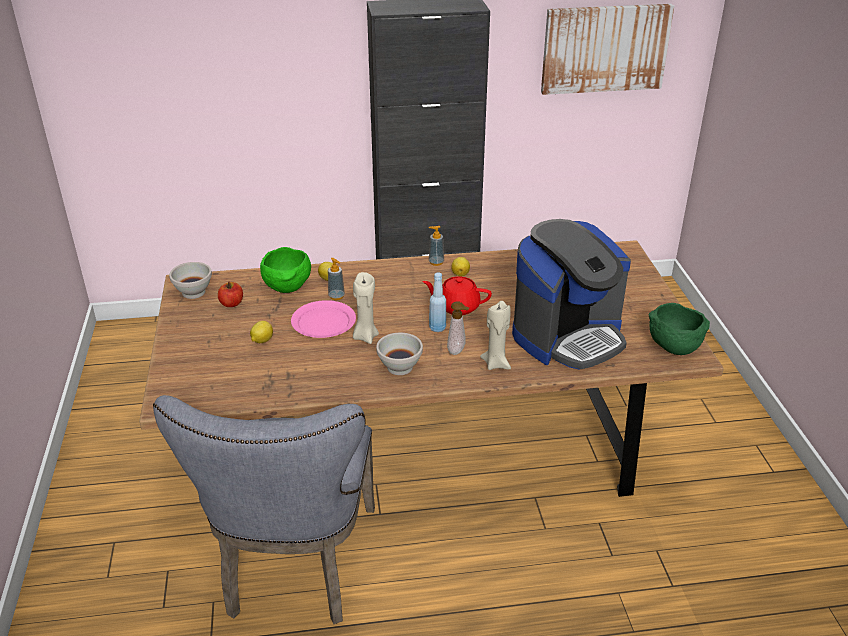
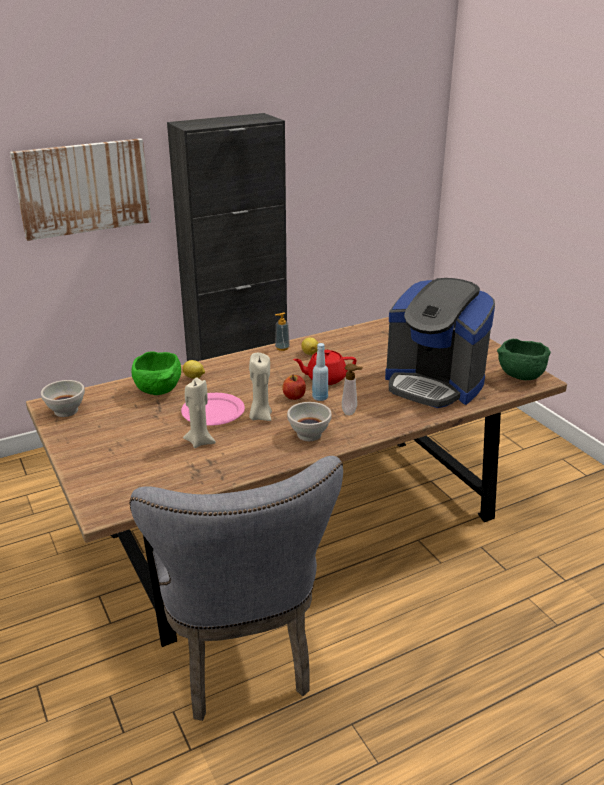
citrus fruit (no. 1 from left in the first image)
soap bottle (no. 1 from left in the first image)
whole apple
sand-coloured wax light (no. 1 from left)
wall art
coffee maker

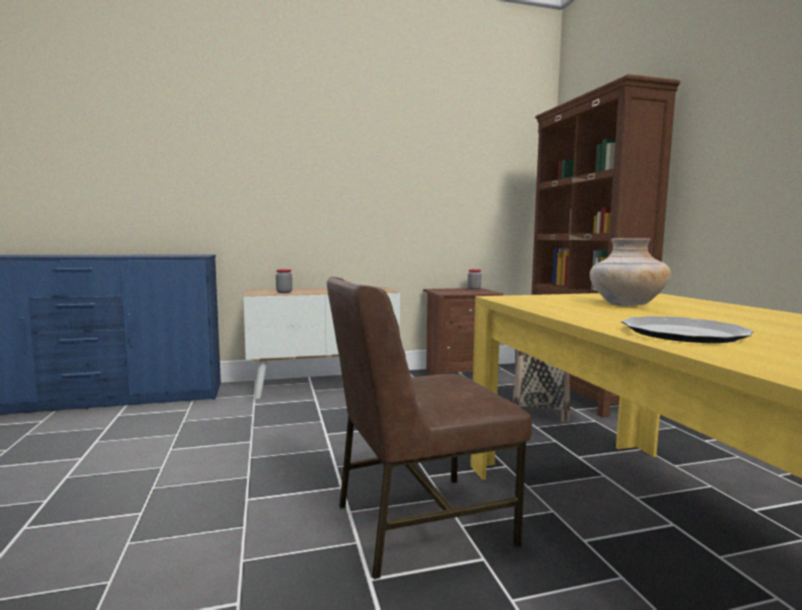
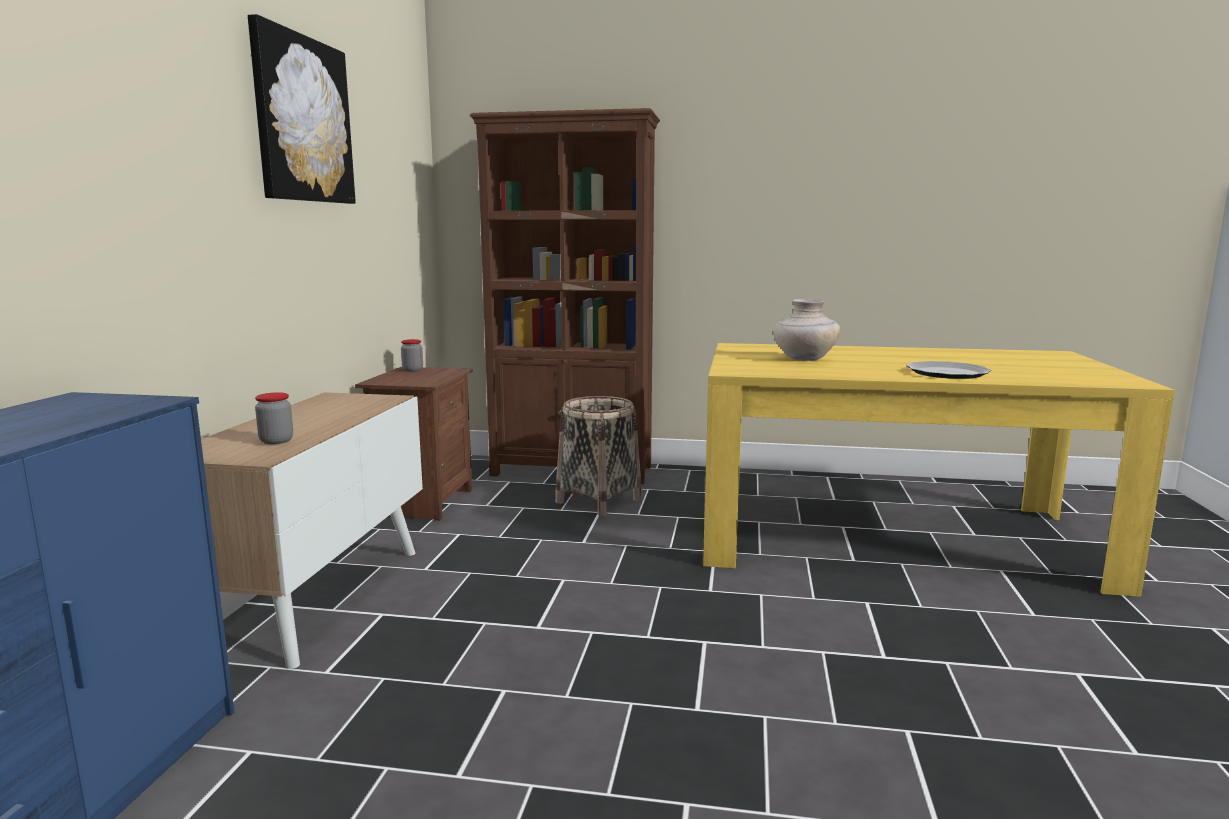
brownish plain chair
wall art

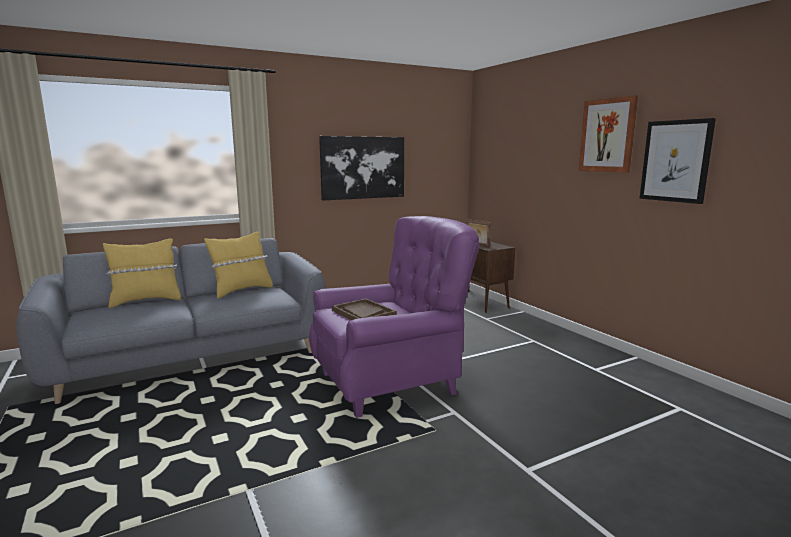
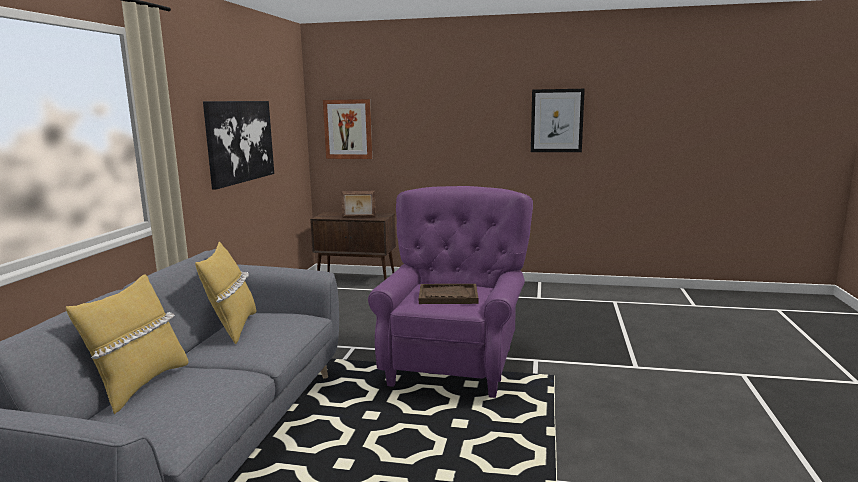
wall art (no. 2 from left)

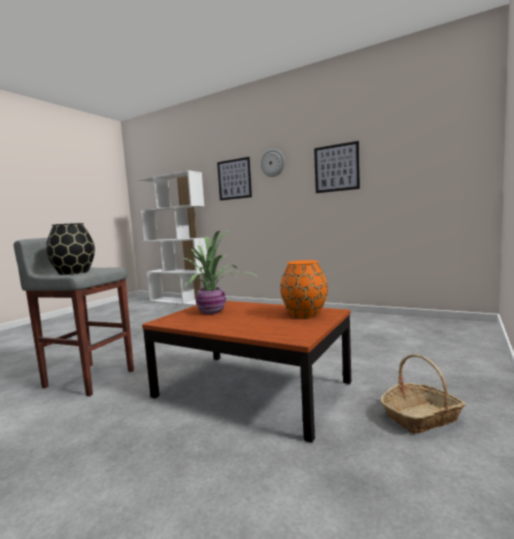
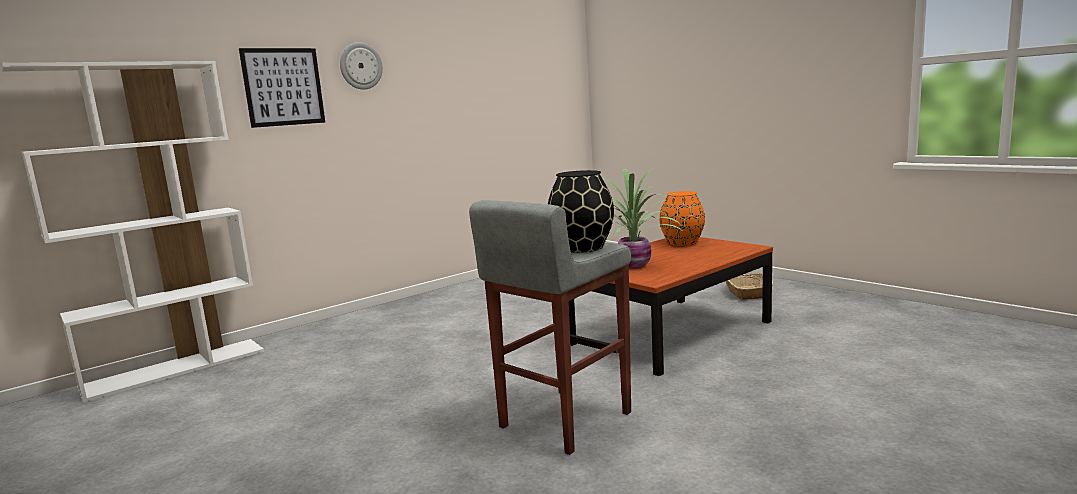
wall art (no. 2 from left in the first image)

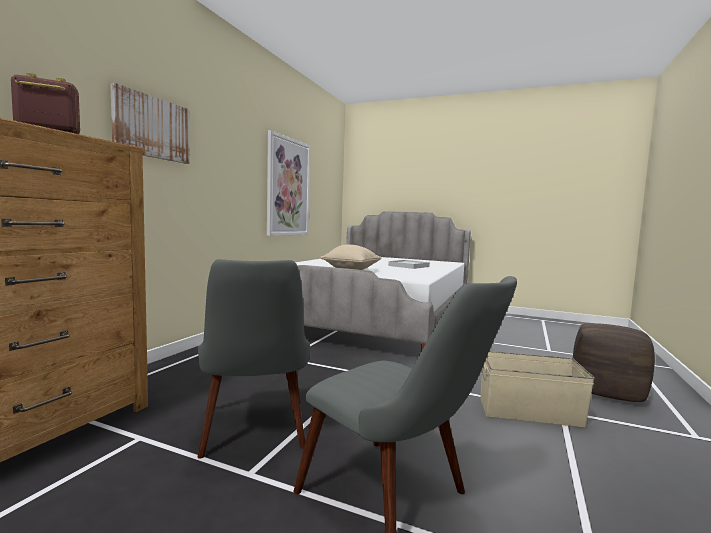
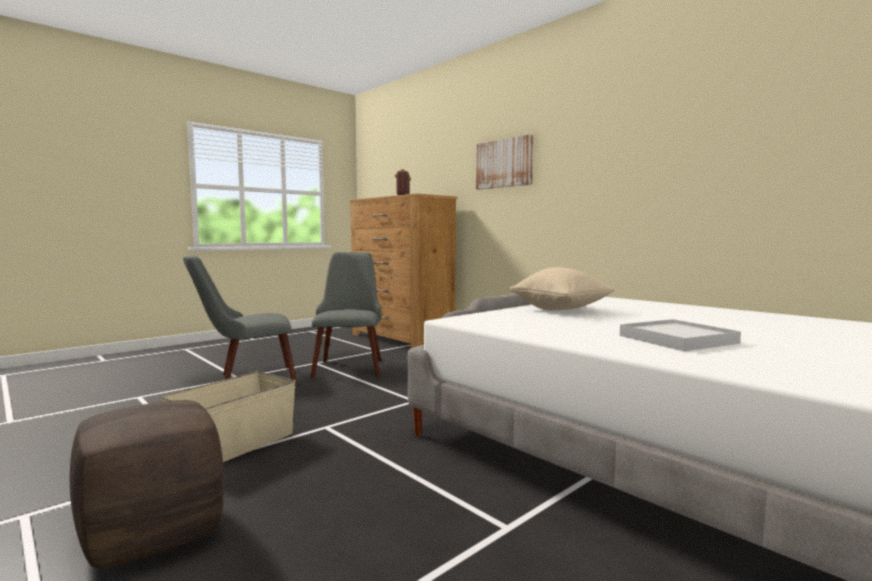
wall art (no. 2 from left in the first image)
gray plain chair (no. 2 from left)

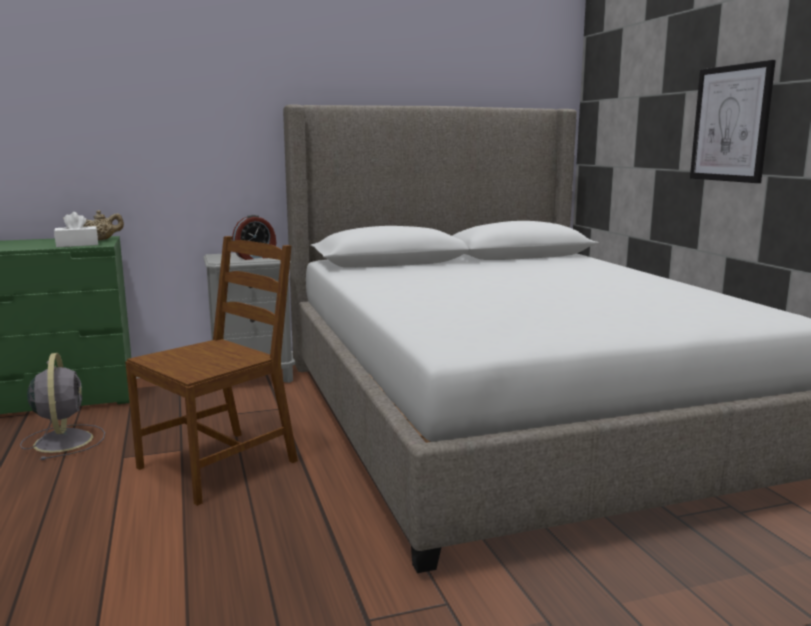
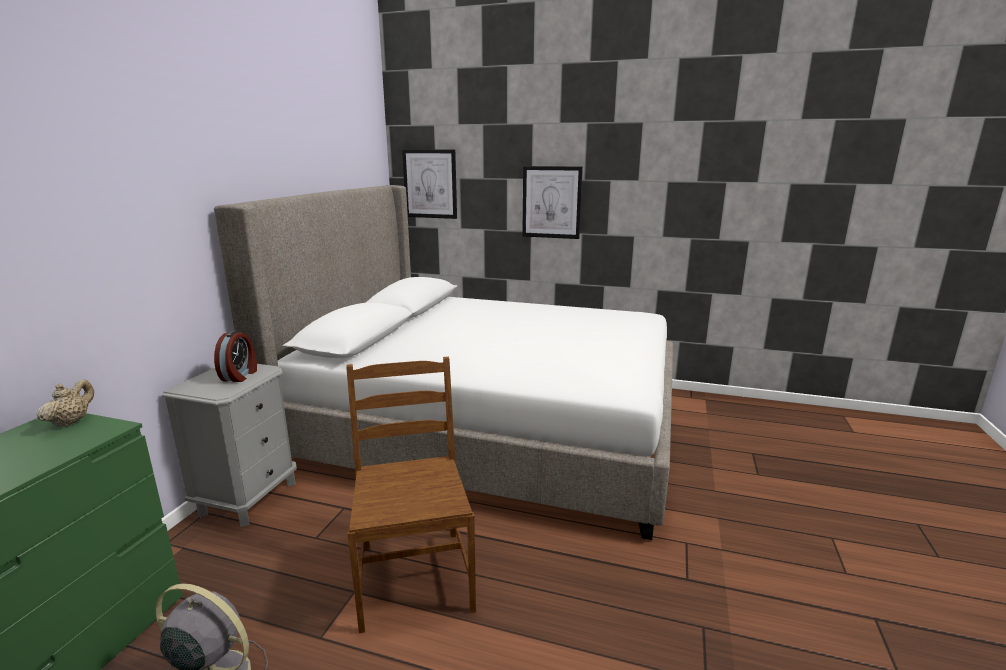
white tissue holder
wall art (no. 1 from left)

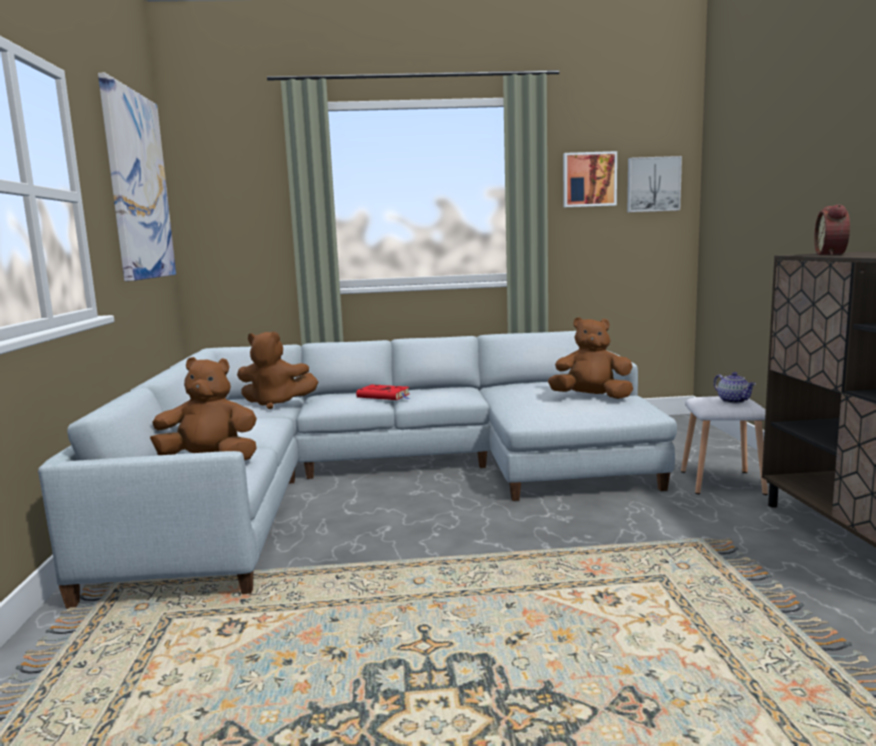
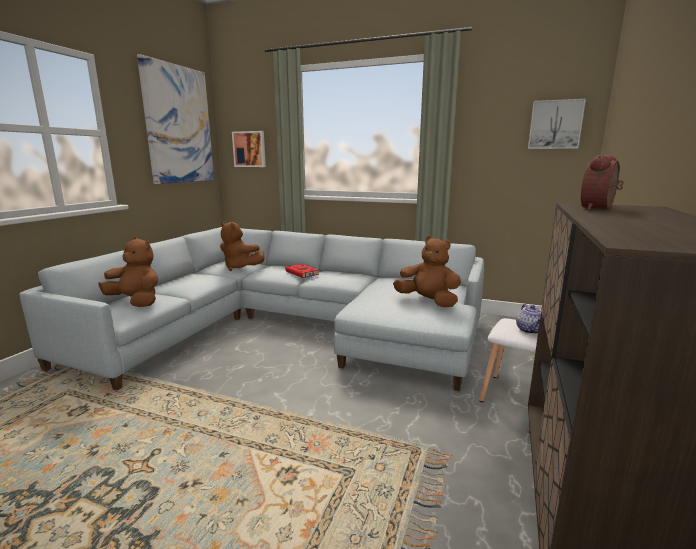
wall art (no. 2 from left)

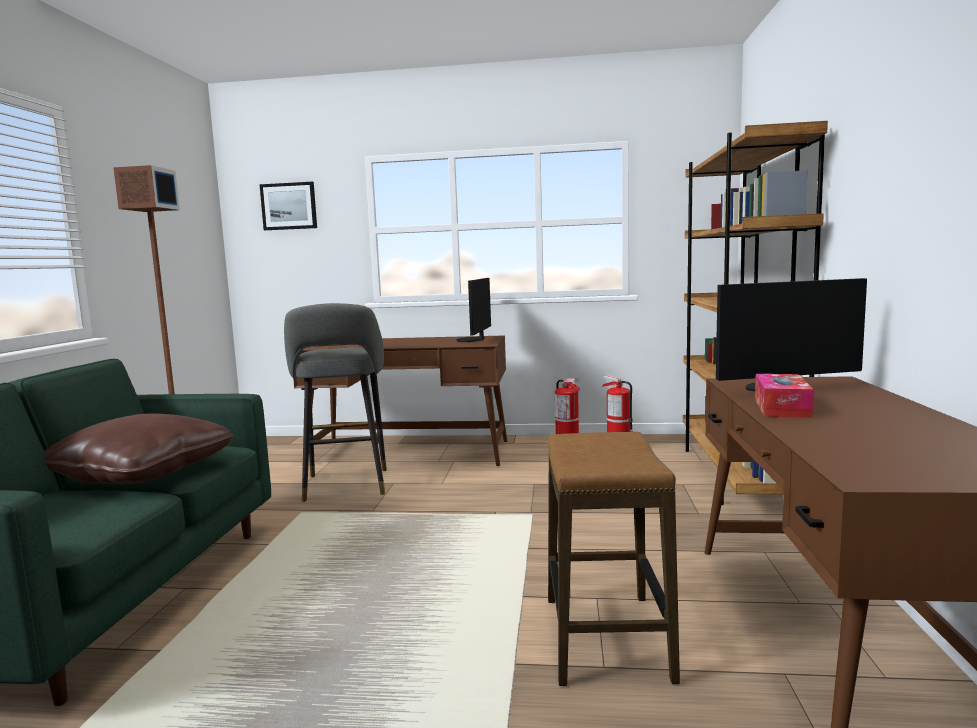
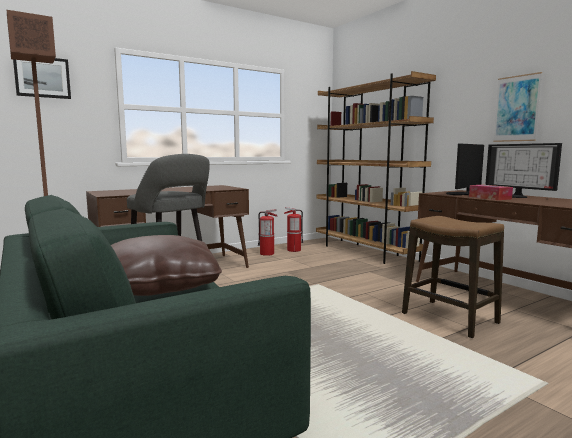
wall art (no. 2 from left)
computer display (no. 2 from left)

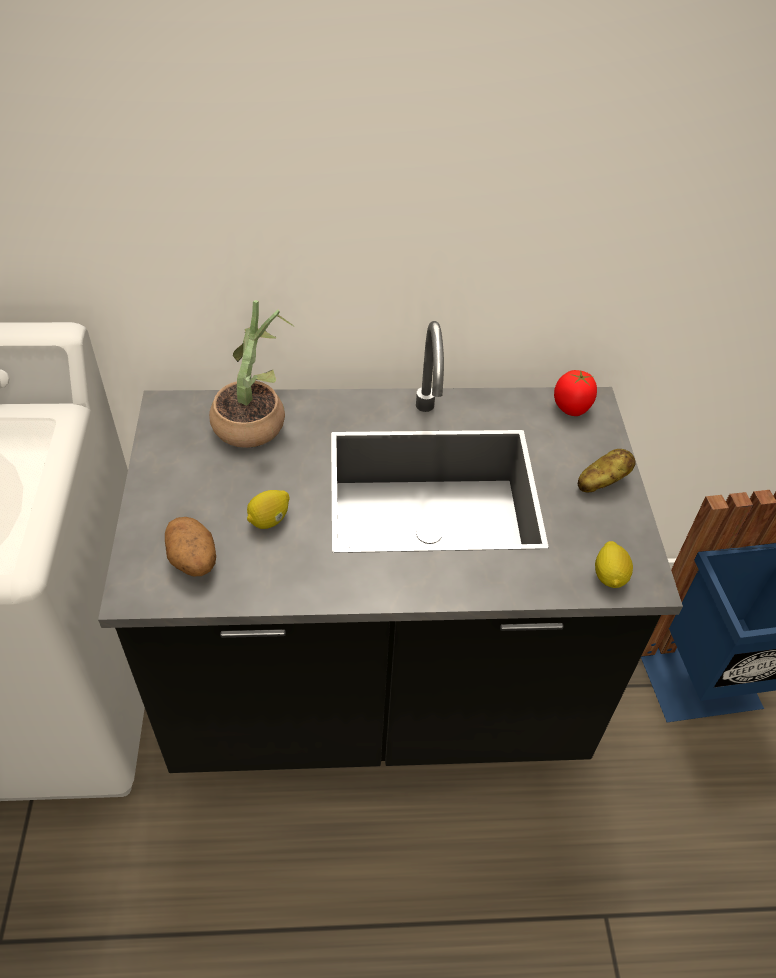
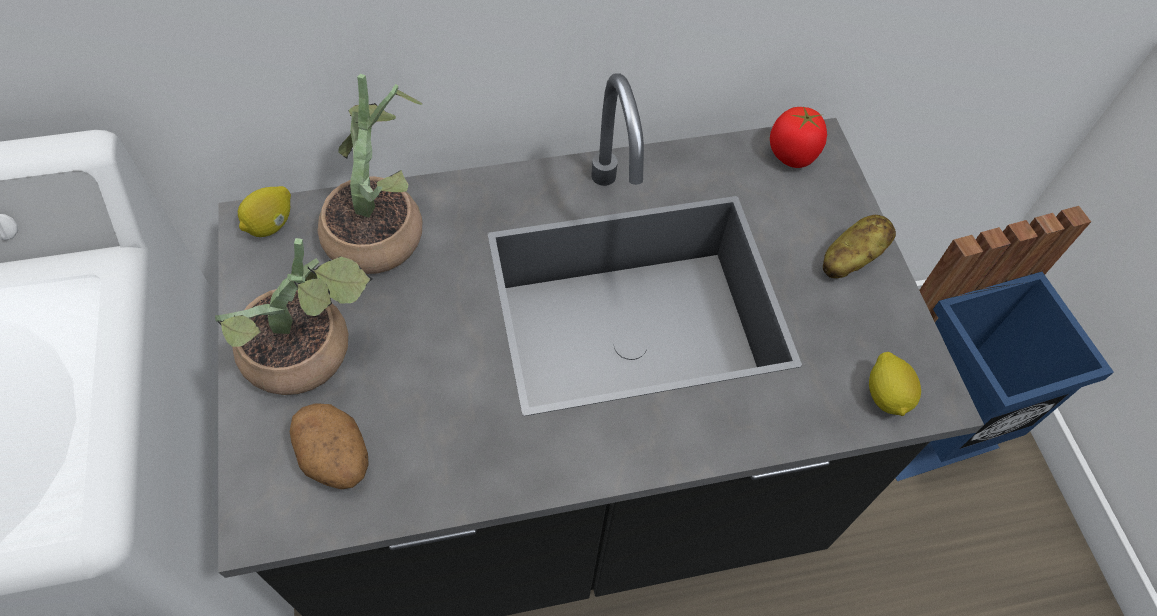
potted plant (no. 1 from left)
citrus fruit (no. 1 from left)

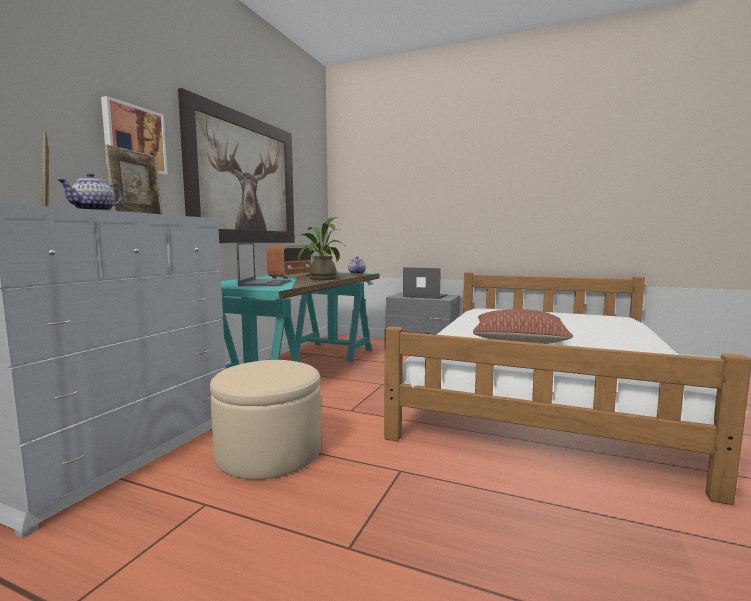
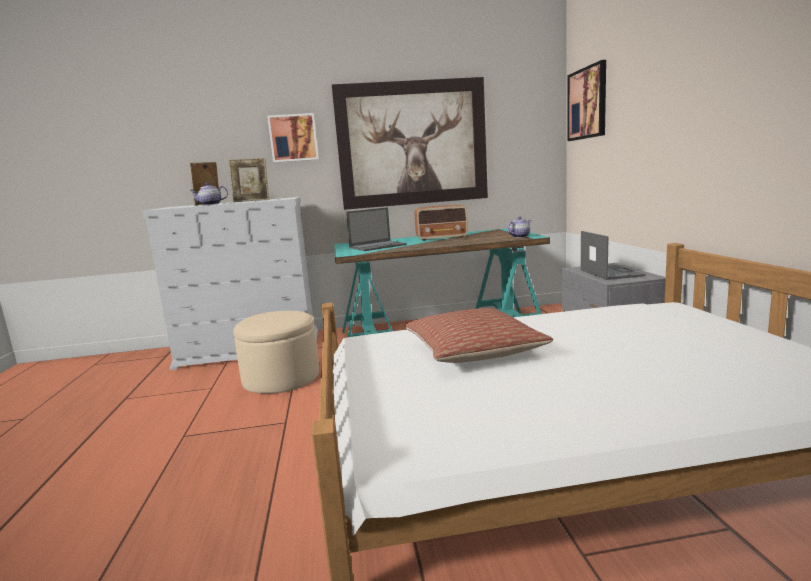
potted plant
wall art (no. 3 from left)

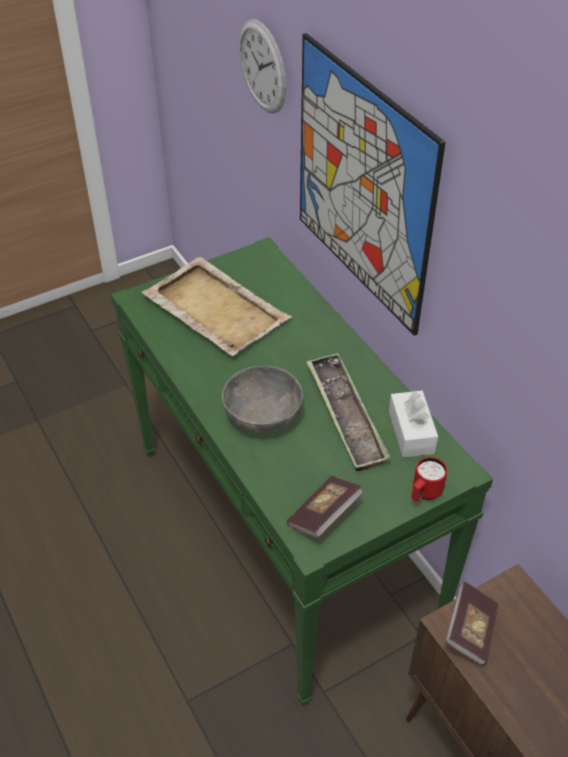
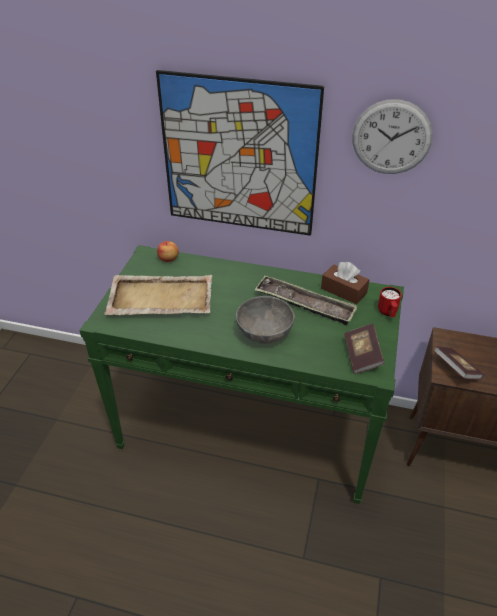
whole apple
hanging clock
brownish tissue holder

